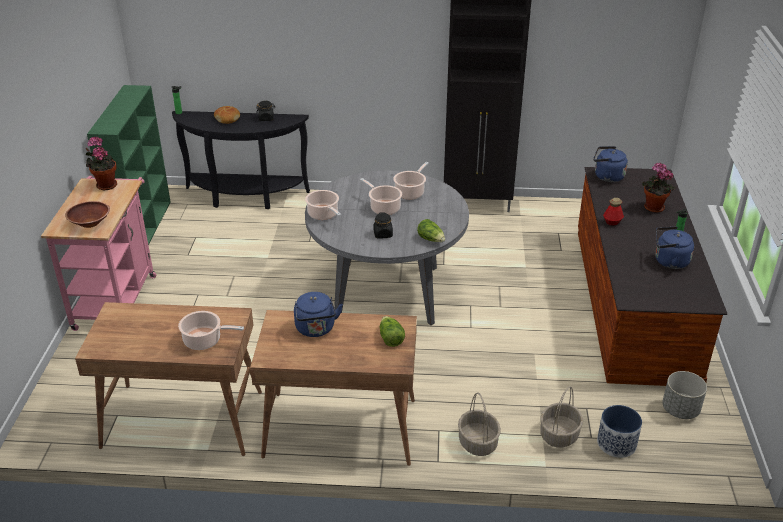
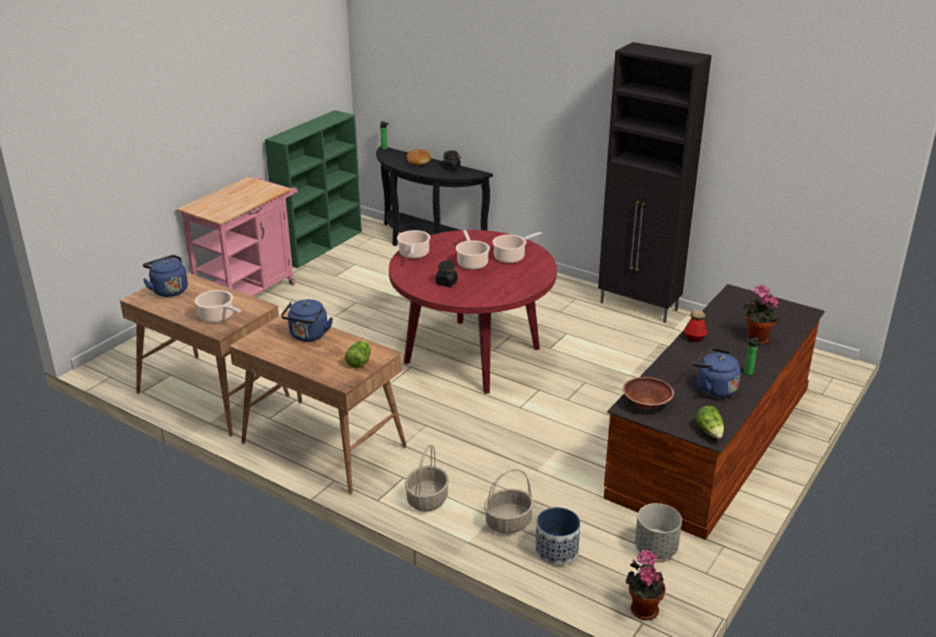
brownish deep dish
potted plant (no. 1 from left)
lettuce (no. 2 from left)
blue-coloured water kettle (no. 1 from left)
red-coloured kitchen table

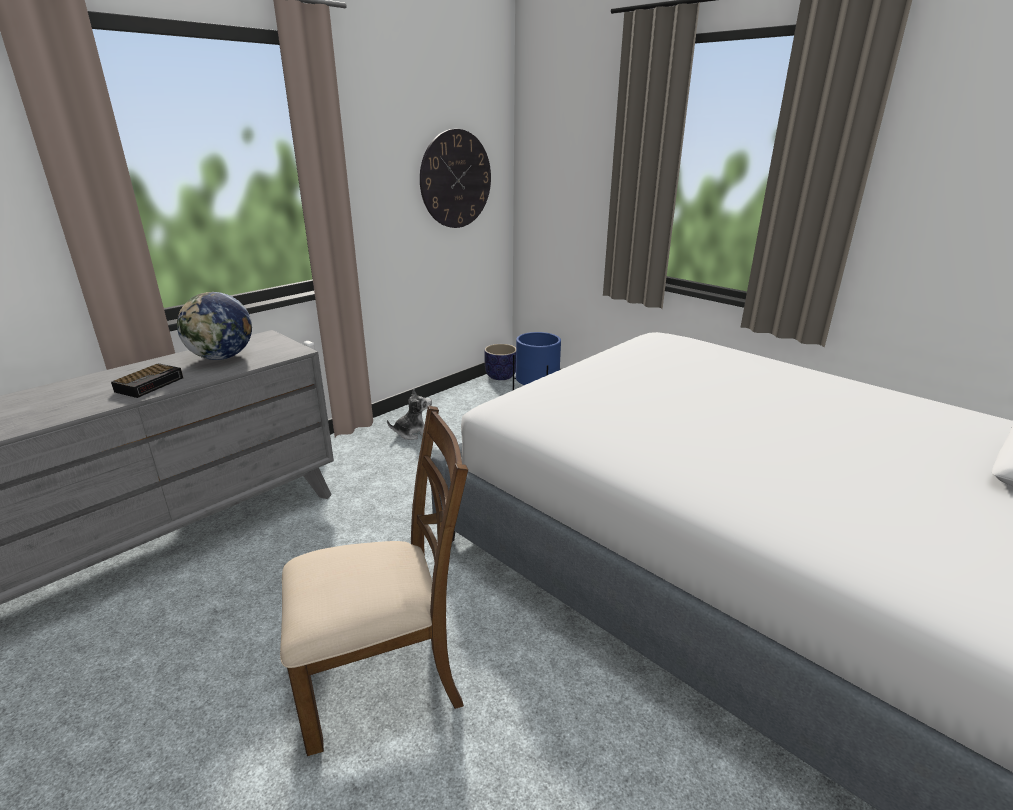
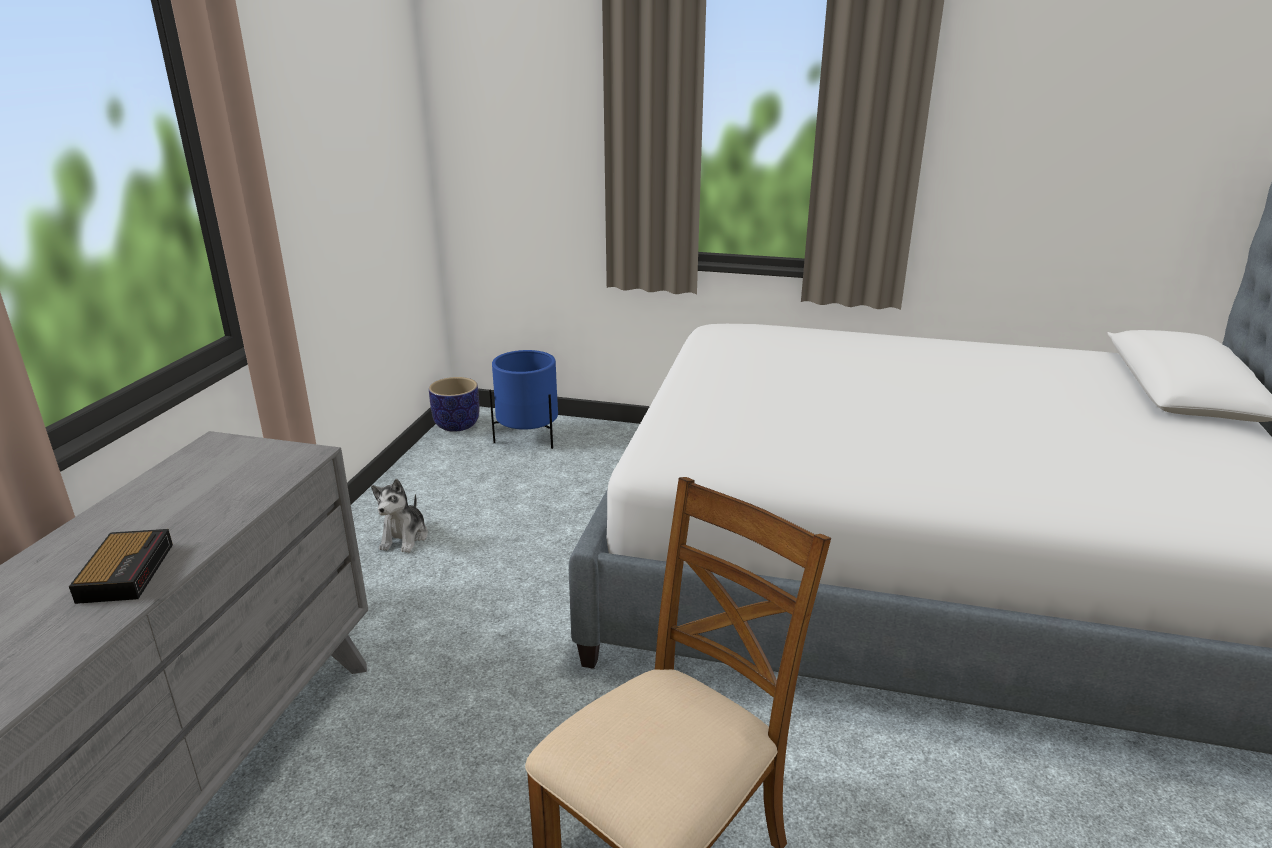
globe
hanging clock
cuddly toy

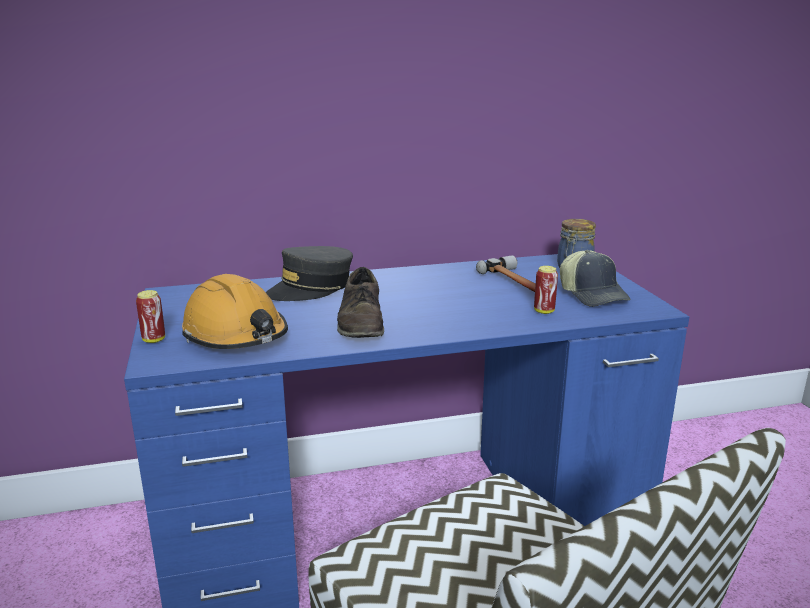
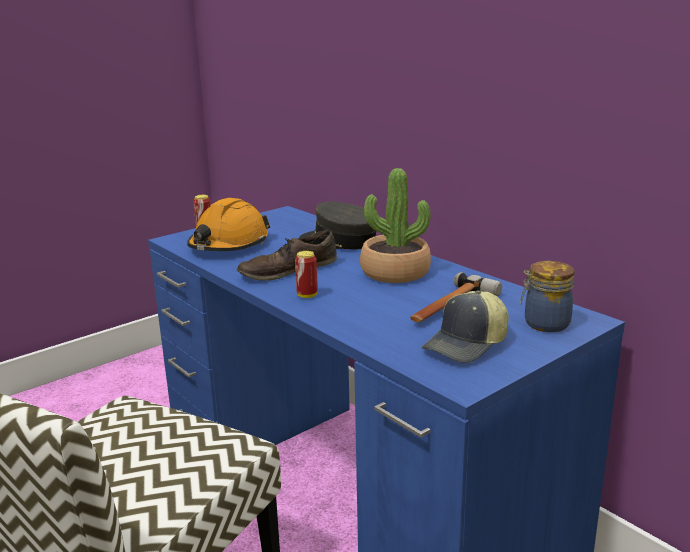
potted plant
sealed can (no. 2 from left)

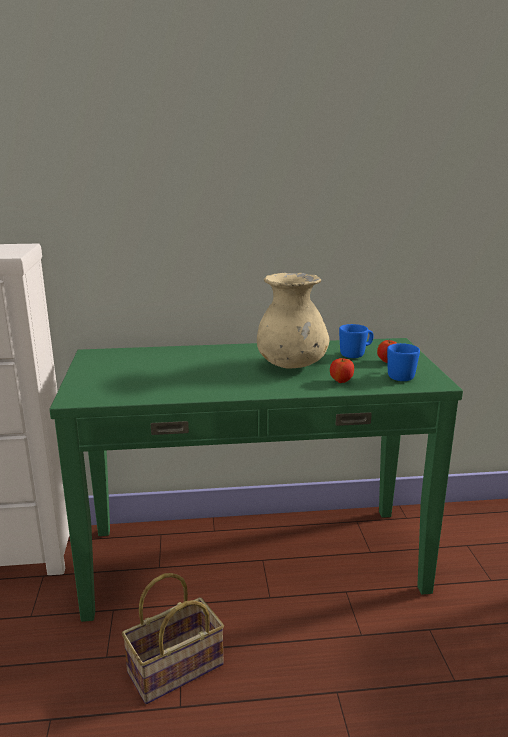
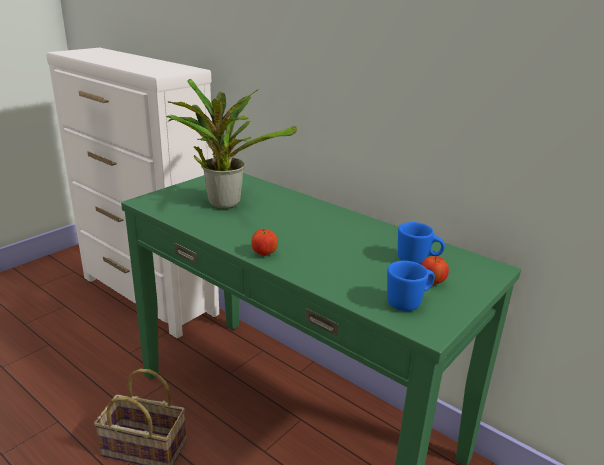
sand-coloured flower vase
potted plant
whole apple (no. 1 from left)

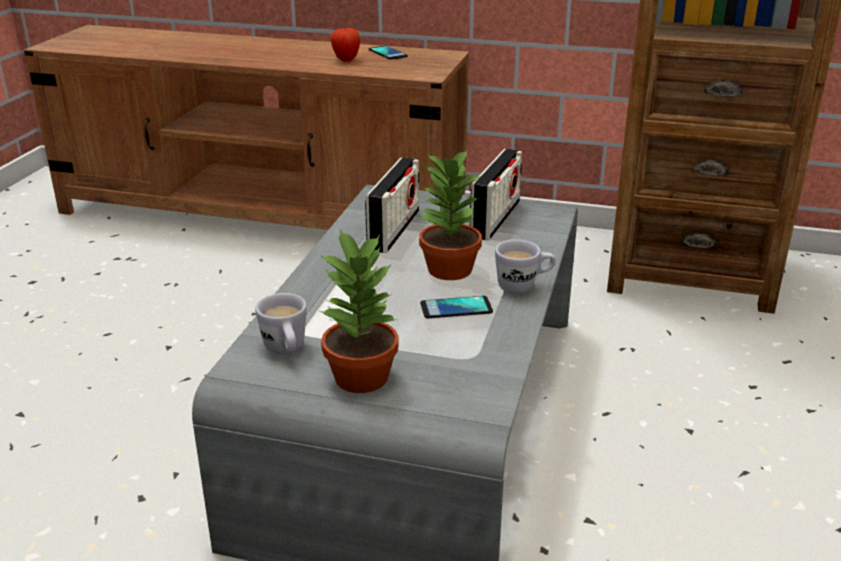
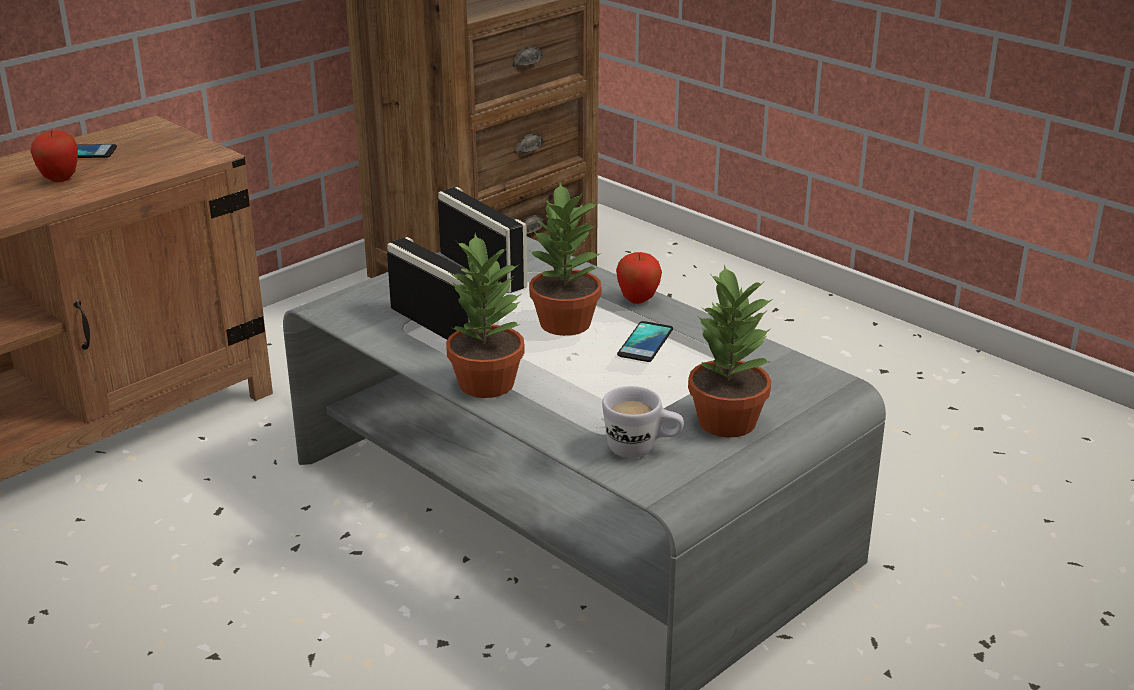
potted plant (no. 1 from left)
whole apple (no. 2 from left)

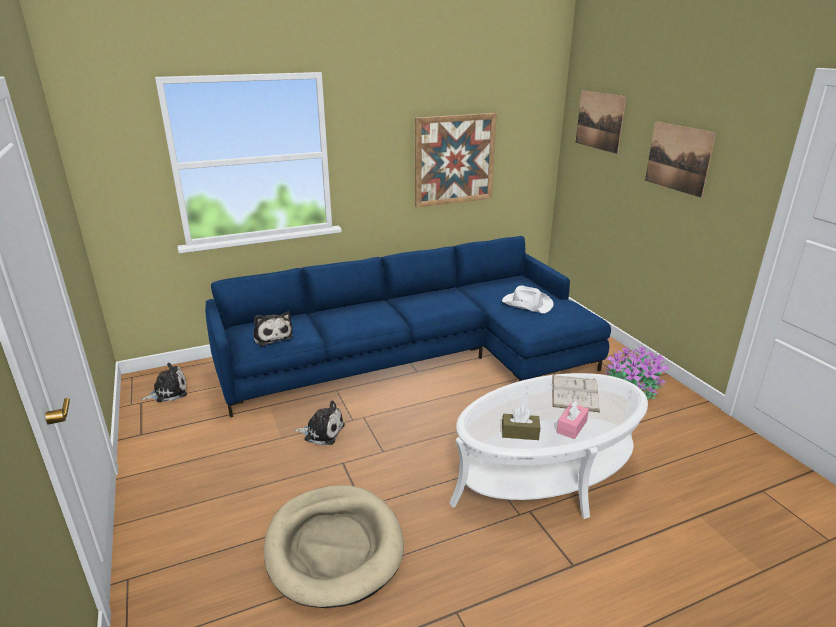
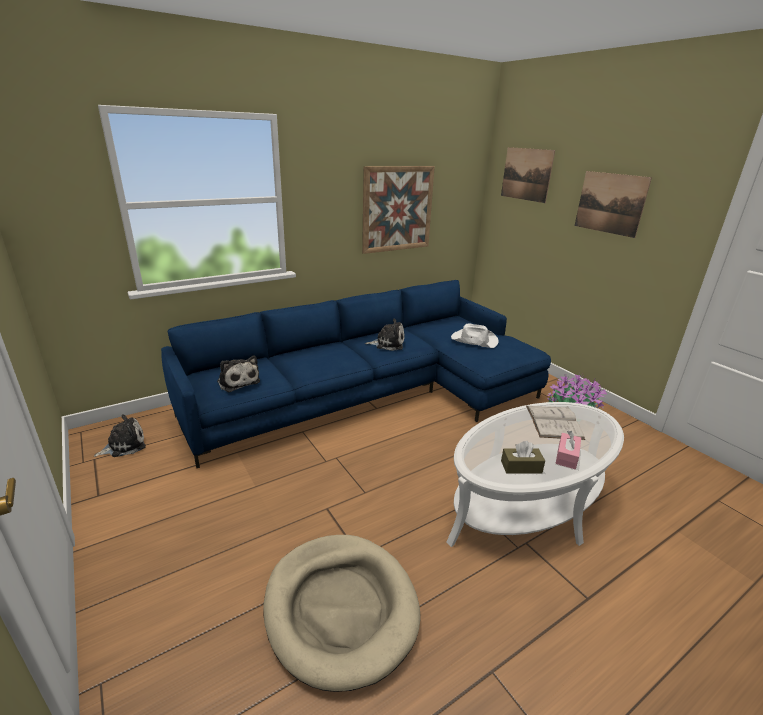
cuddly toy (no. 3 from left)

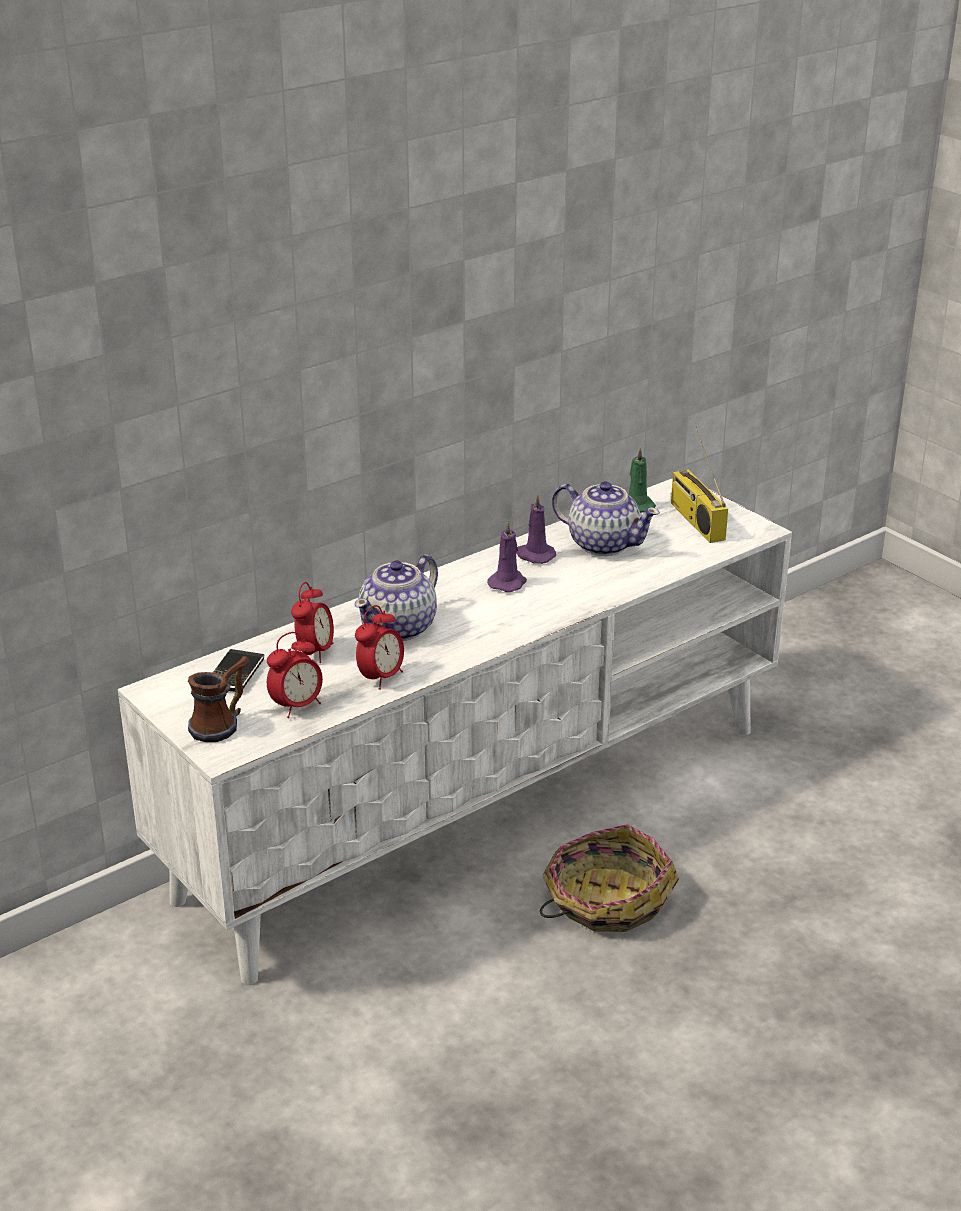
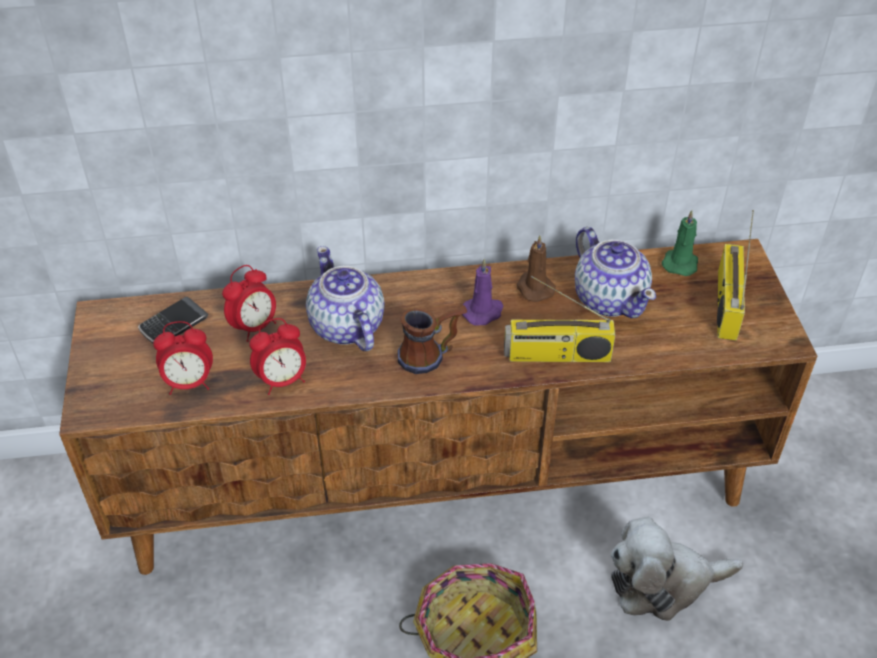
radio (no. 1 from left)
cuddly toy
mug
brownish tv stand
brownish wax light
teapot (no. 1 from left)

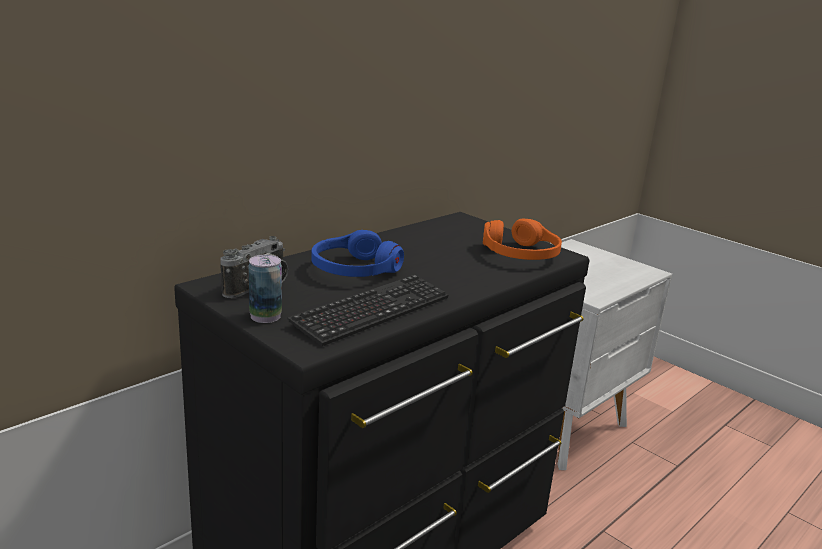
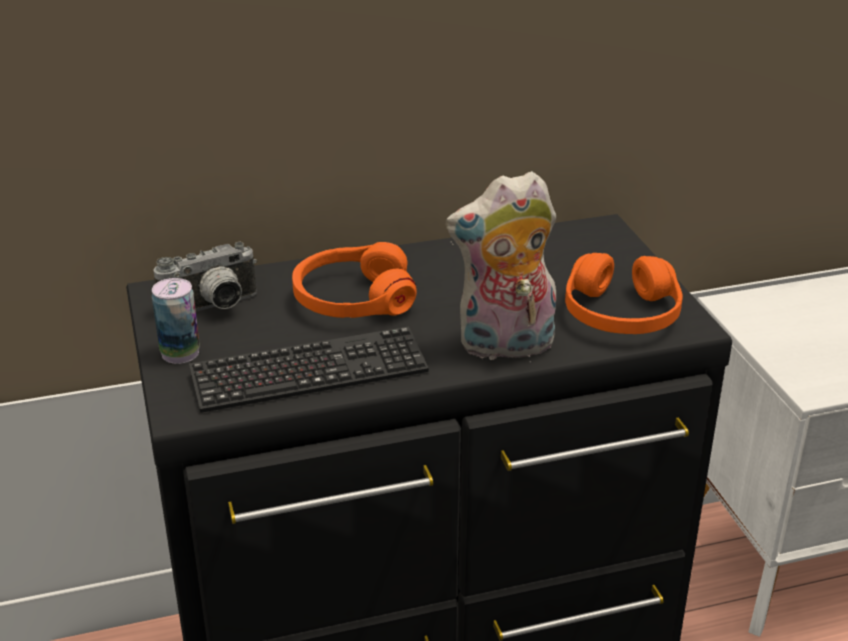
cuddly toy
orange headset (no. 1 from left)

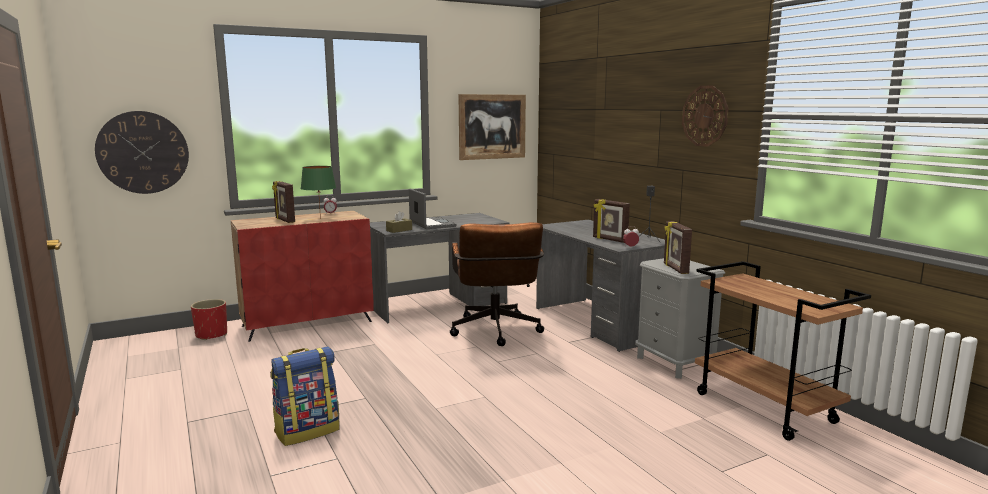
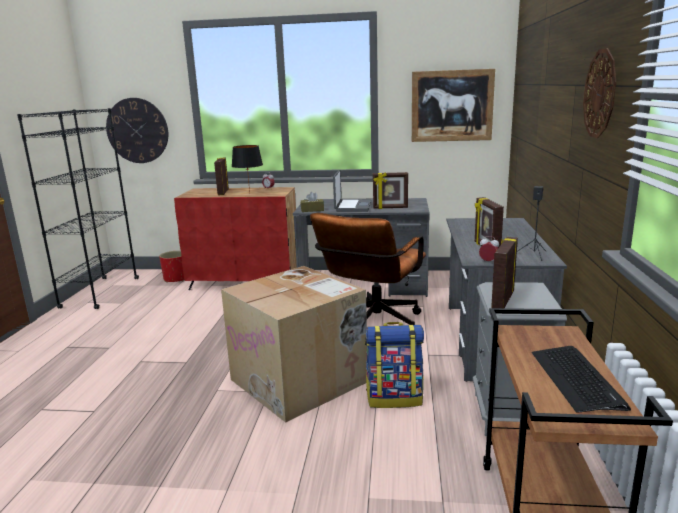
black-coloured bookshelf
packing box
photo frame (no. 2 from left)
keyboard
rucksack
black-coloured table lamp

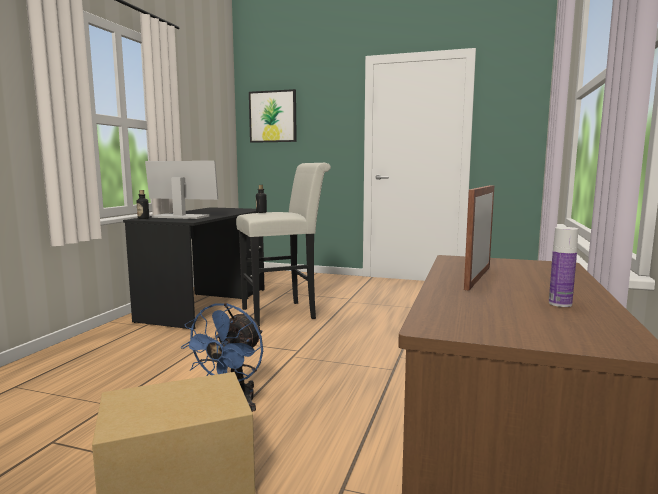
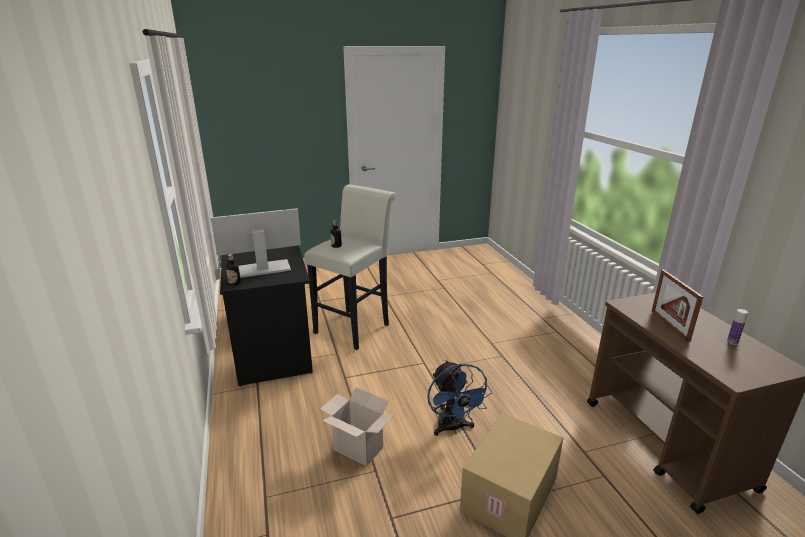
wall art
packing box (no. 1 from left)

